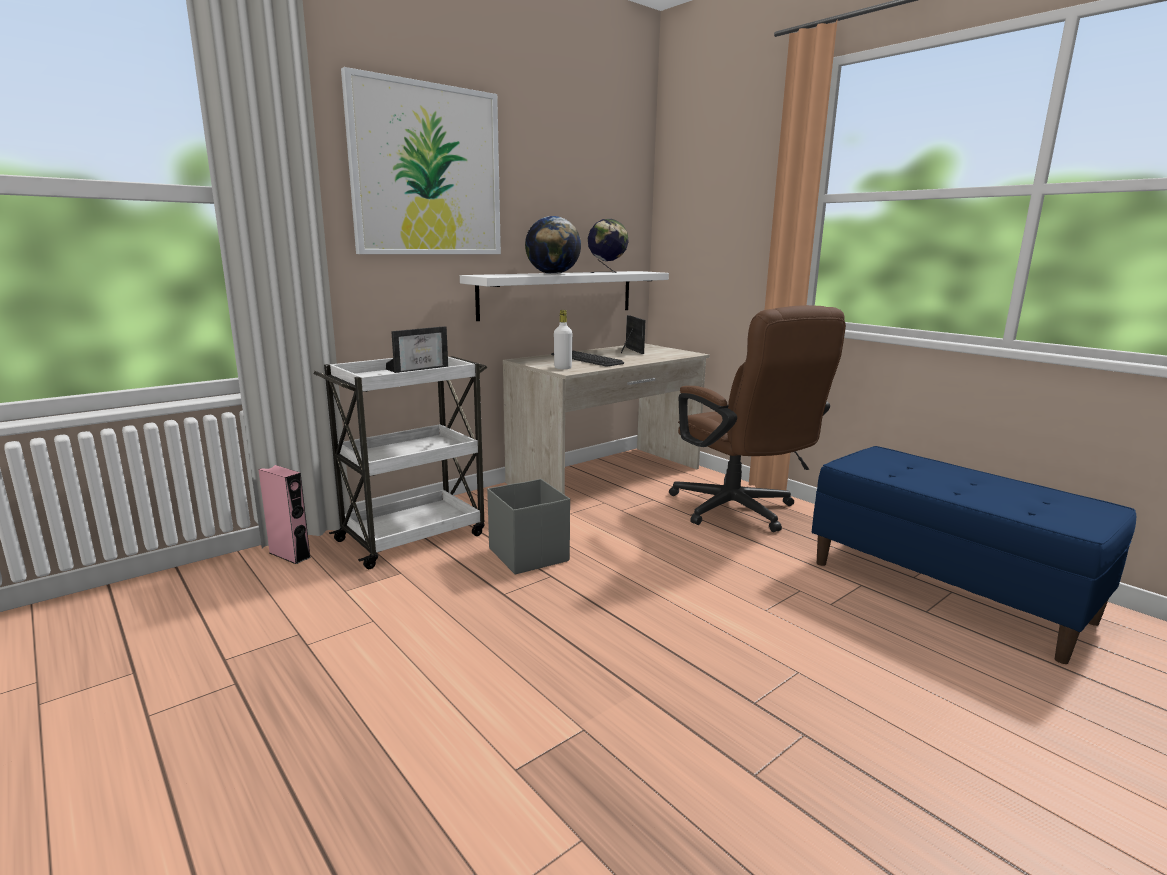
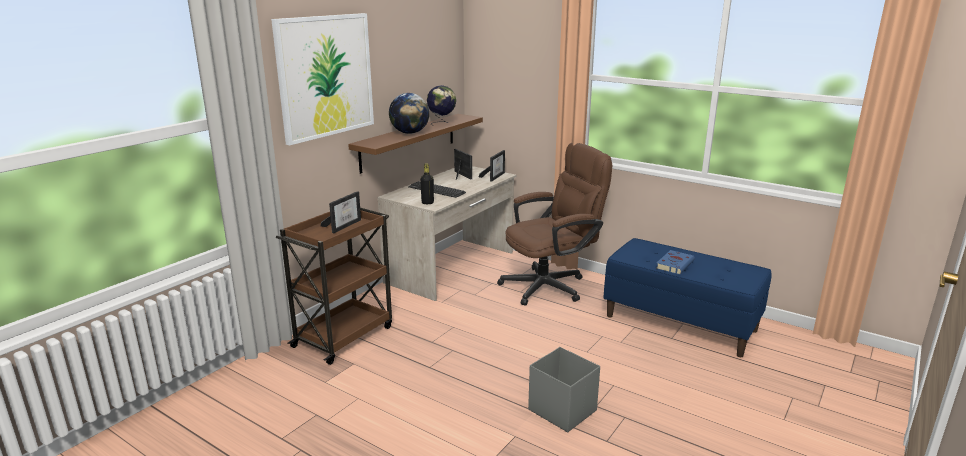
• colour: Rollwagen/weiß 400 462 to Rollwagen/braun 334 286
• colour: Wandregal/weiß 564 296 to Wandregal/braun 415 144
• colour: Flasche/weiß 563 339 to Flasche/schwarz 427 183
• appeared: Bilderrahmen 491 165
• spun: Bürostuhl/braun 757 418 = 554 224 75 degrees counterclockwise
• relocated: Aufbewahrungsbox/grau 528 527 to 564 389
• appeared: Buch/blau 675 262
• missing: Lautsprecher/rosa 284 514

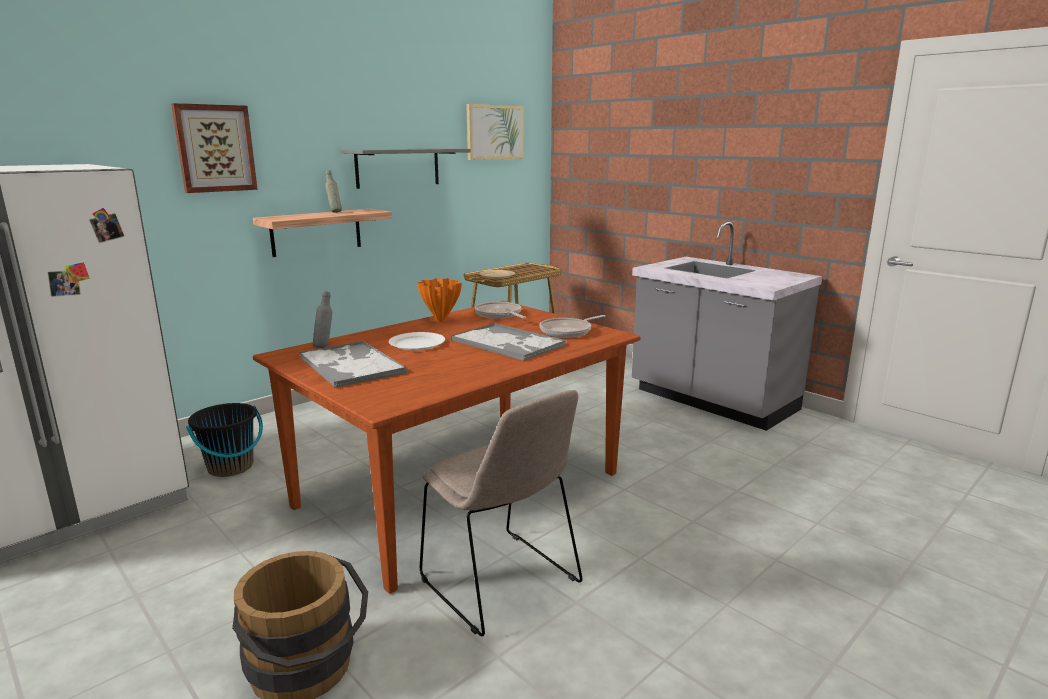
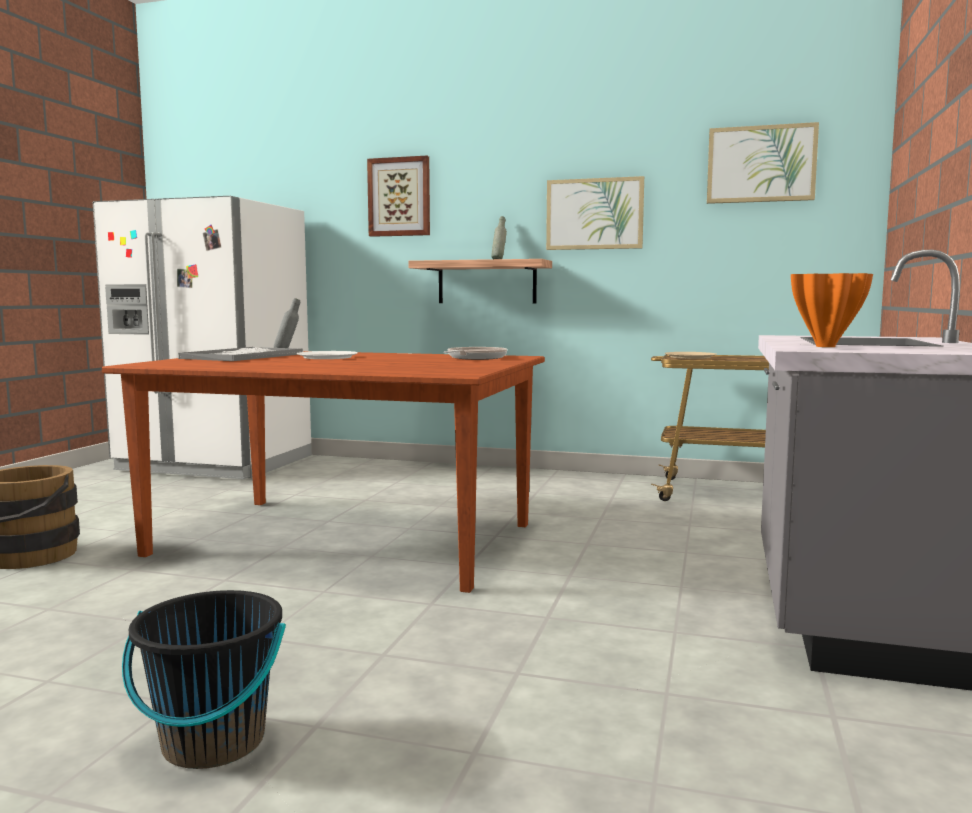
• relocated: Eimer/schwarz 224 440 to 204 679
• exchanged: Wandregal/grau 405 168 to Bild 595 213
• relocated: Vase/orange 439 300 to 832 310
• missing: Stuhl/beige 501 513
• missing: Tablett 509 342
• missing: Pfanne 572 326

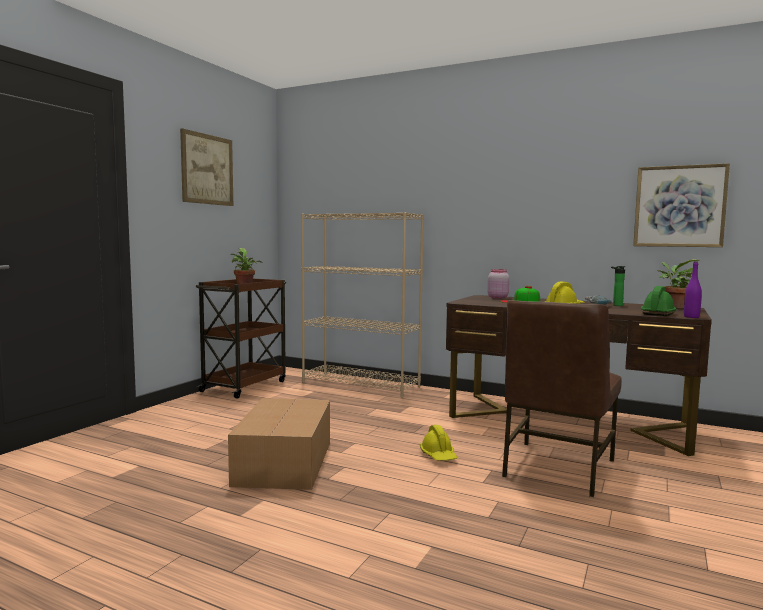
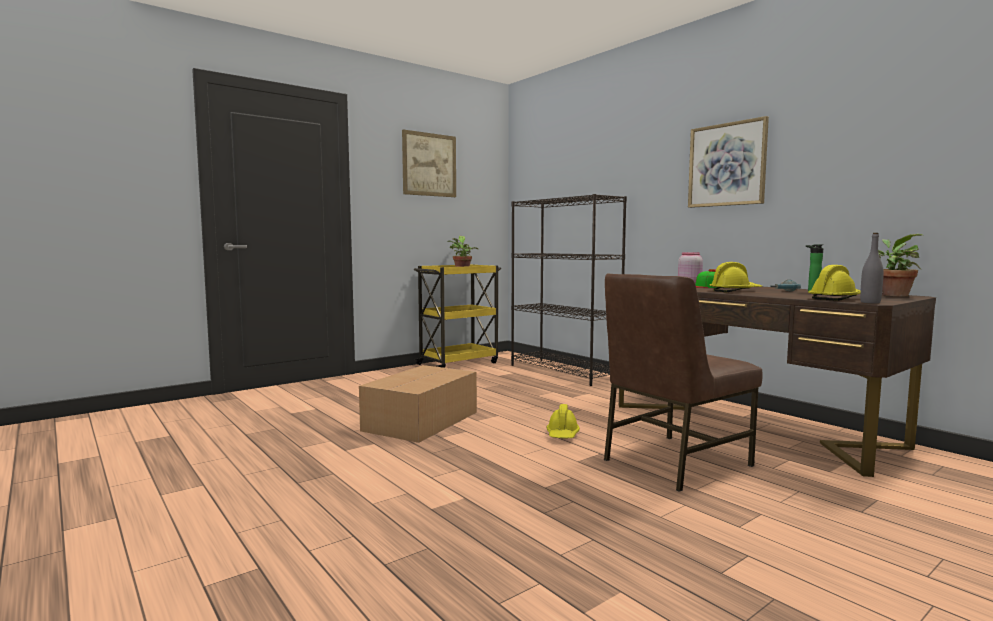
• colour: Rollwagen/braun 241 339 to Rollwagen/gelb 457 316
• colour: Bücherregal/beige 362 305 to Bücherregal/schwarz 569 290
• relocated: Bild 681 205 to 728 162
• colour: Schutzhelm/grün 659 301 to Schutzhelm/gelb 834 283
• colour: Flasche/lila 693 289 to Flasche/grau 872 268

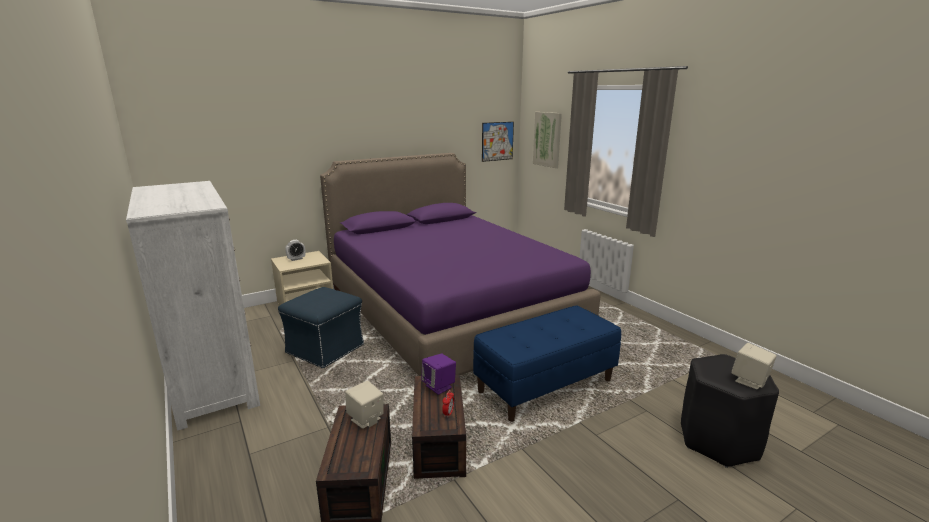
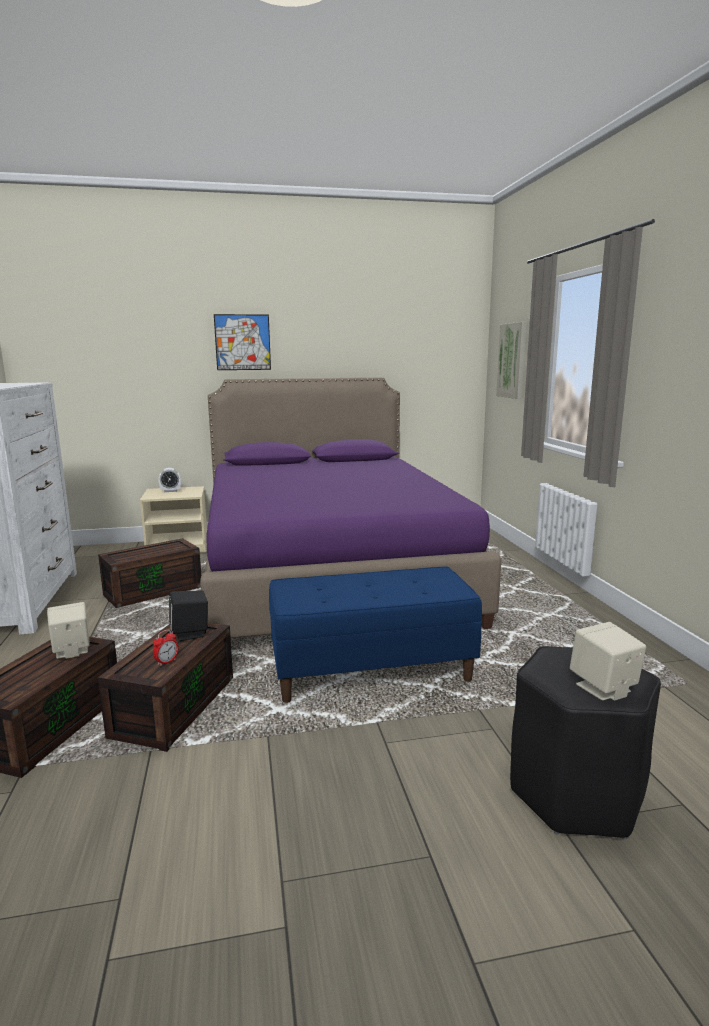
• exchanged: Polsterhocker/blau 321 327 to Aufbewahrungsbox/braun 149 573
• colour: Lautsprecher/lila 438 374 to Lautsprecher/schwarz 188 616
• relocated: Bild 498 142 to 242 342

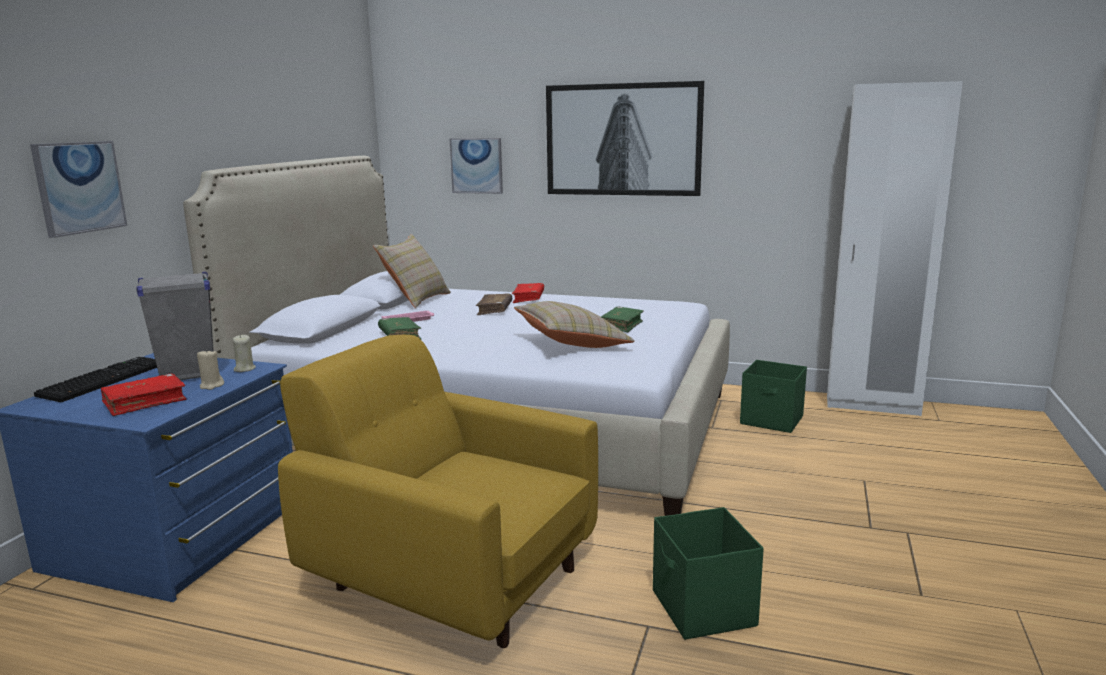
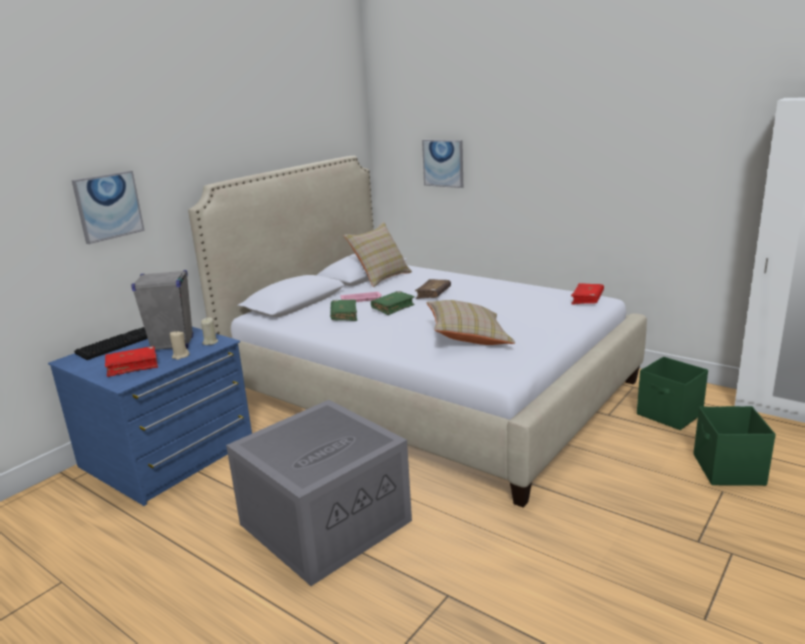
• exchanged: Sessel/gelb 438 491 to Aufbewahrungsbox/grau 319 493
• relocated: Buch/grün 622 319 to 393 303
• relocated: Buch/rot 528 293 to 587 293
• relocated: Aufbewahrungsbox/grün 708 573 to 735 446
• missing: Bild 625 138

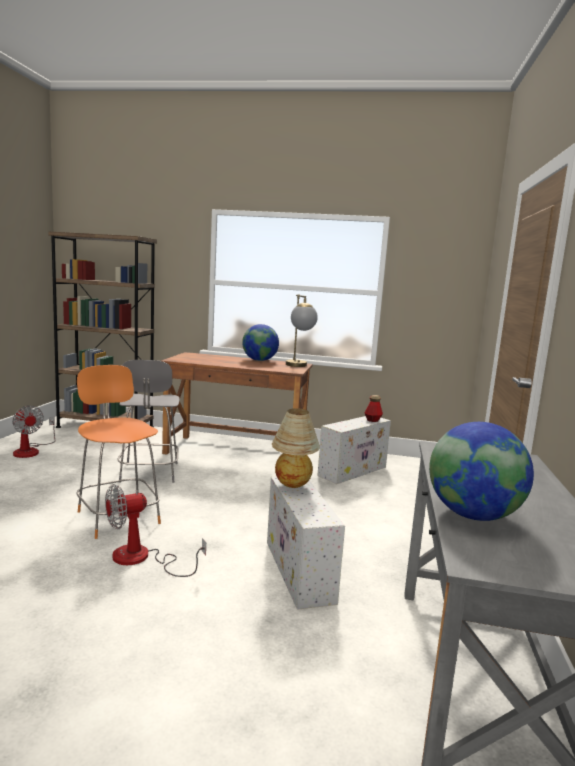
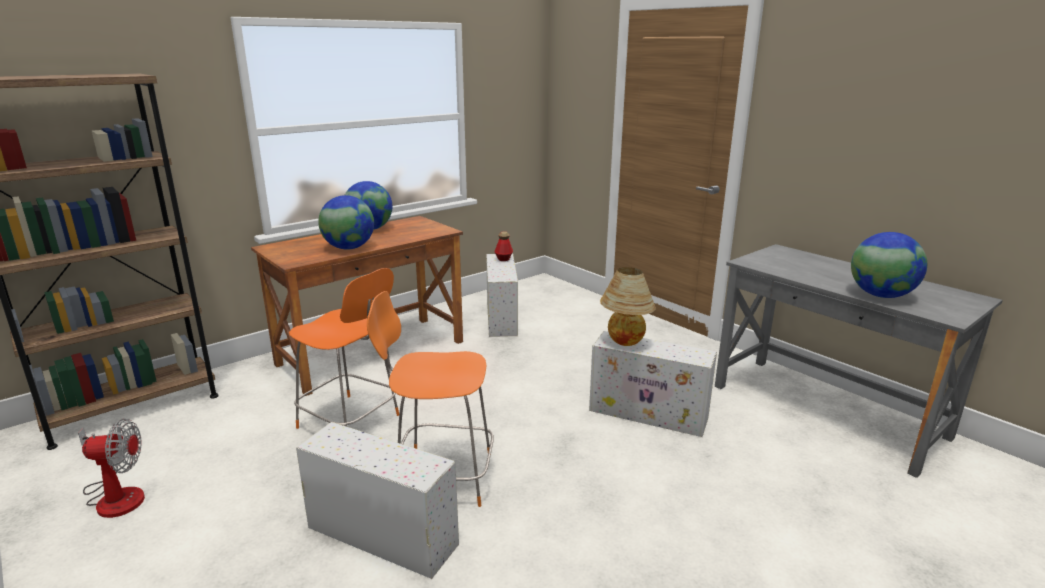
• colour: Stuhl/grau 148 421 to Stuhl/orange 344 348
• appeared: Aufbewahrungsbox/weiß 377 500
• appeared: Globus 346 222
• missing: Ventilator 155 530
• missing: Tischlampe 302 331

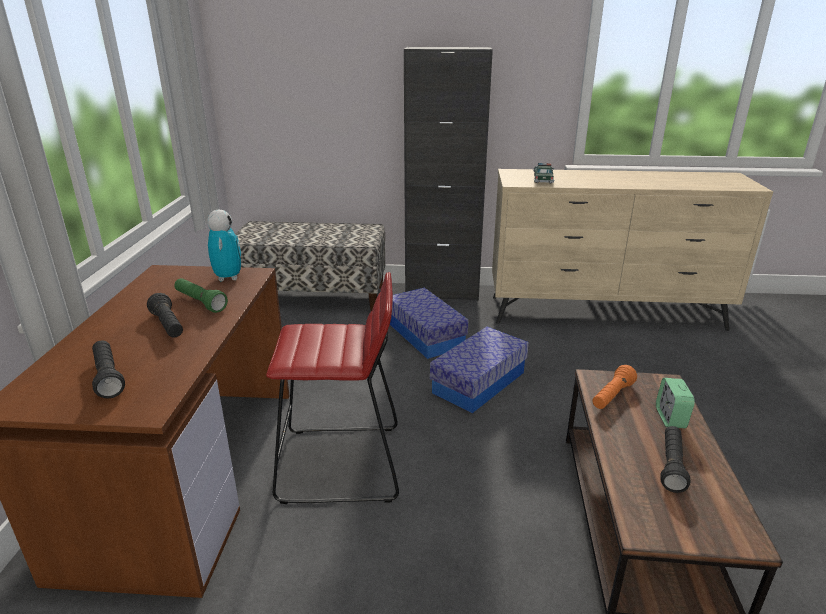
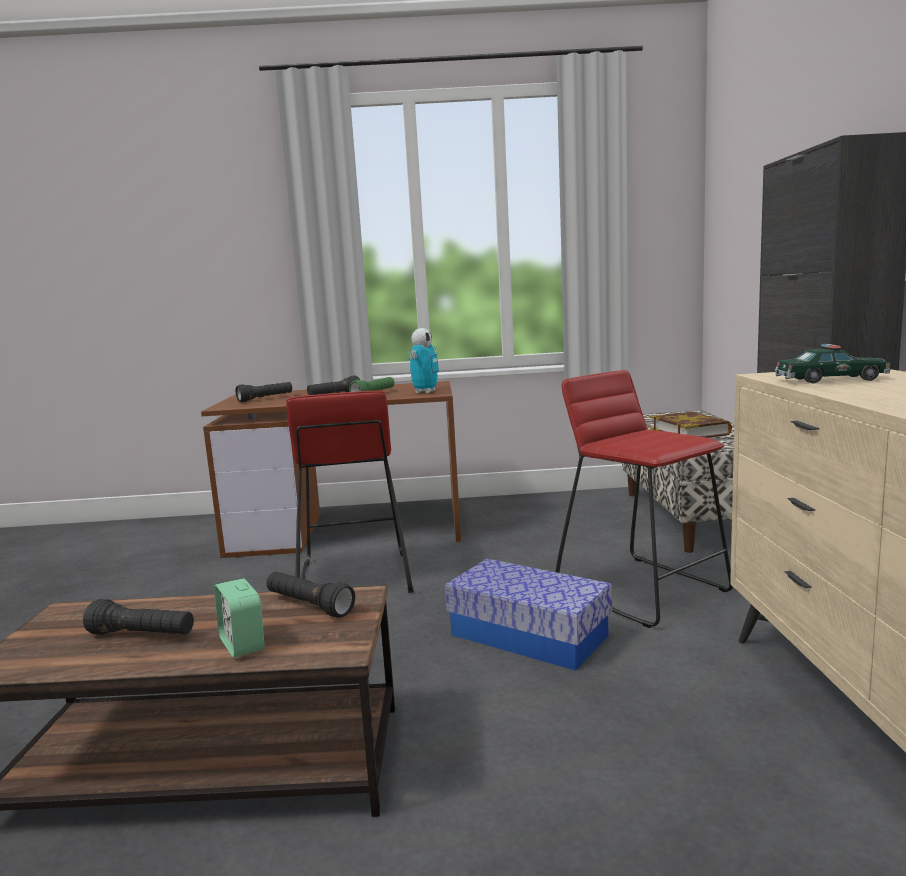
• spun: Wecker 675 403 = 239 618 120 degrees counterclockwise
• colour: Taschenlampe/orange 614 387 to Taschenlampe/schwarz 310 595
• spun: Spielzeugroboter 224 245 = 423 360 45 degrees counterclockwise
• exchanged: Aufbewahrungsbox 429 323 to Hocker/rot 644 499
• appeared: Buch 691 425

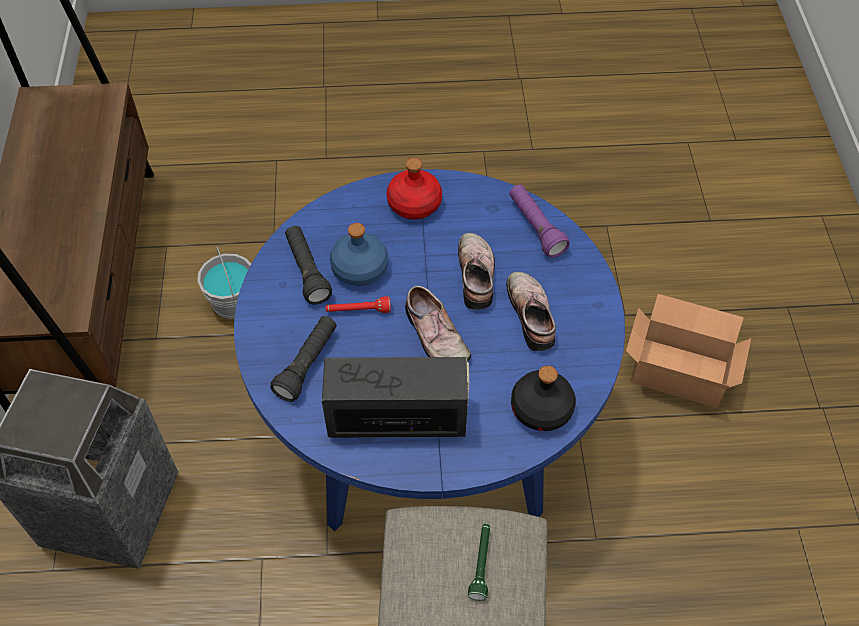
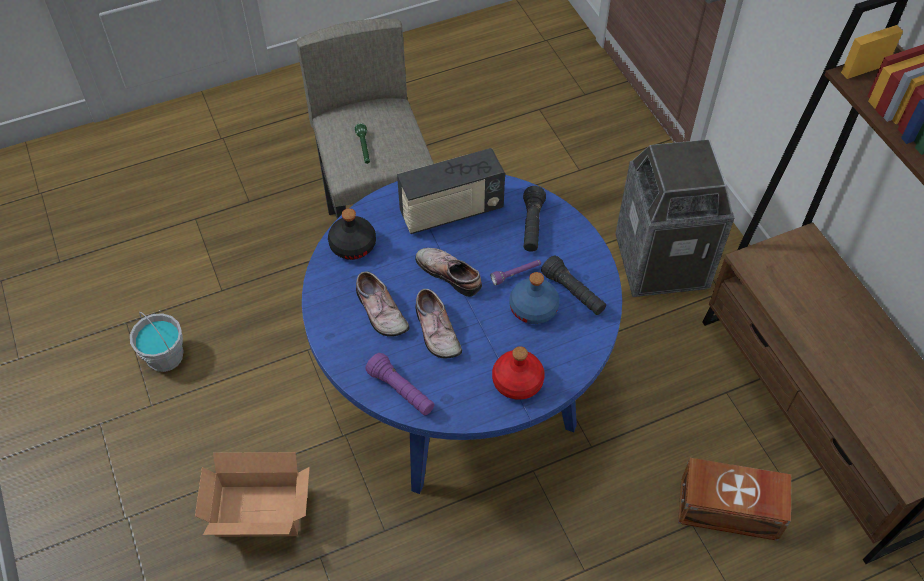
• relocated: Eimer/grau 224 283 to 157 342
• colour: Taschenlampe/rot 358 304 to Taschenlampe/lila 515 272
• appeared: Aufbewahrungsbox/braun 734 499

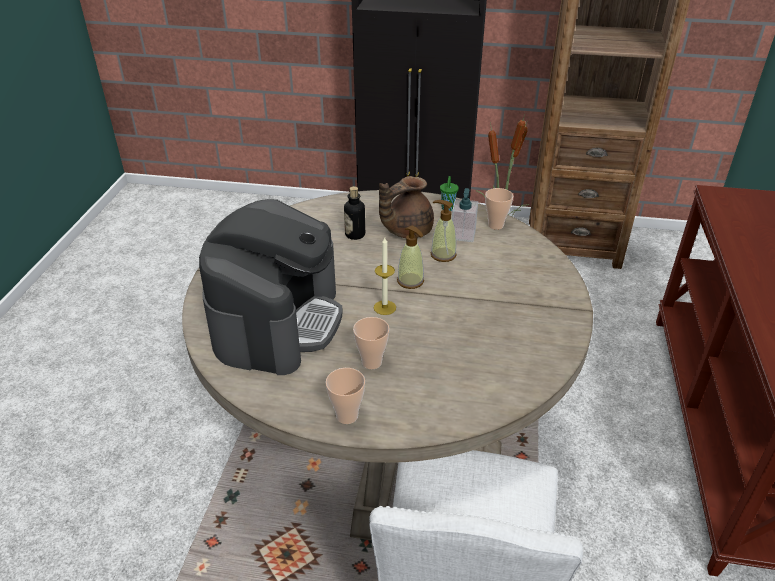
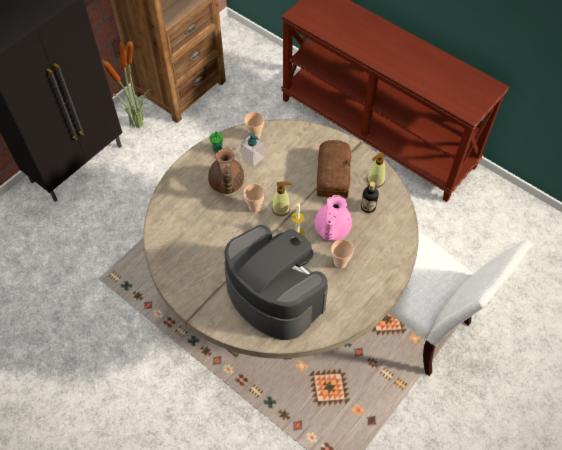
• relocated: Tasse 345 396 to 254 198
• appeared: Teekanne/rosa 333 218
• appeared: Brot 333 169
• relocated: Flasche 354 213 to 370 197
• relocated: Seifenspender 444 231 to 376 170

